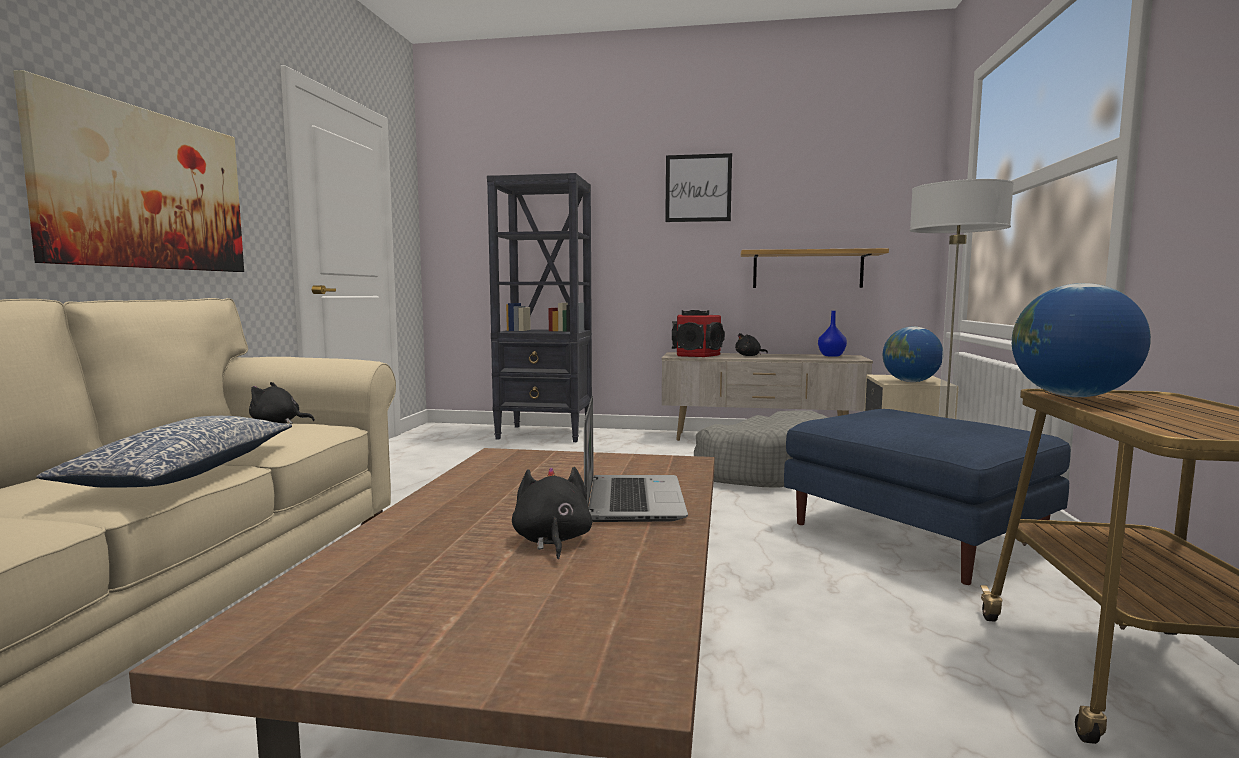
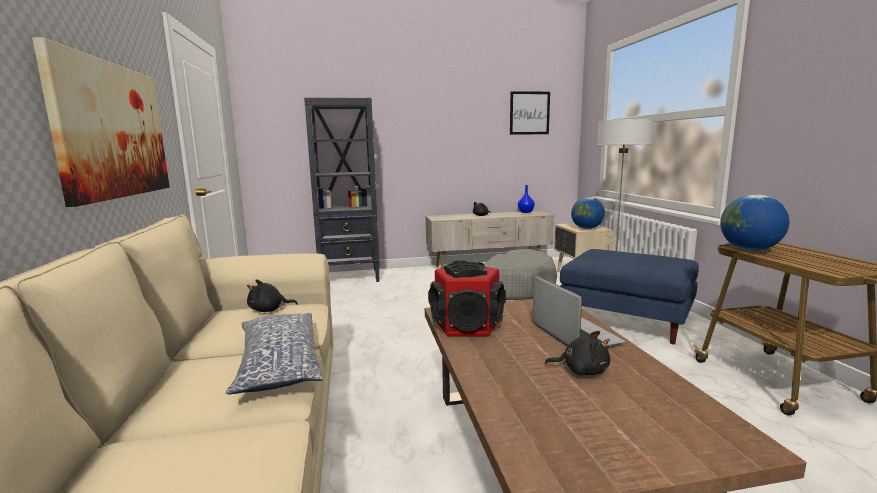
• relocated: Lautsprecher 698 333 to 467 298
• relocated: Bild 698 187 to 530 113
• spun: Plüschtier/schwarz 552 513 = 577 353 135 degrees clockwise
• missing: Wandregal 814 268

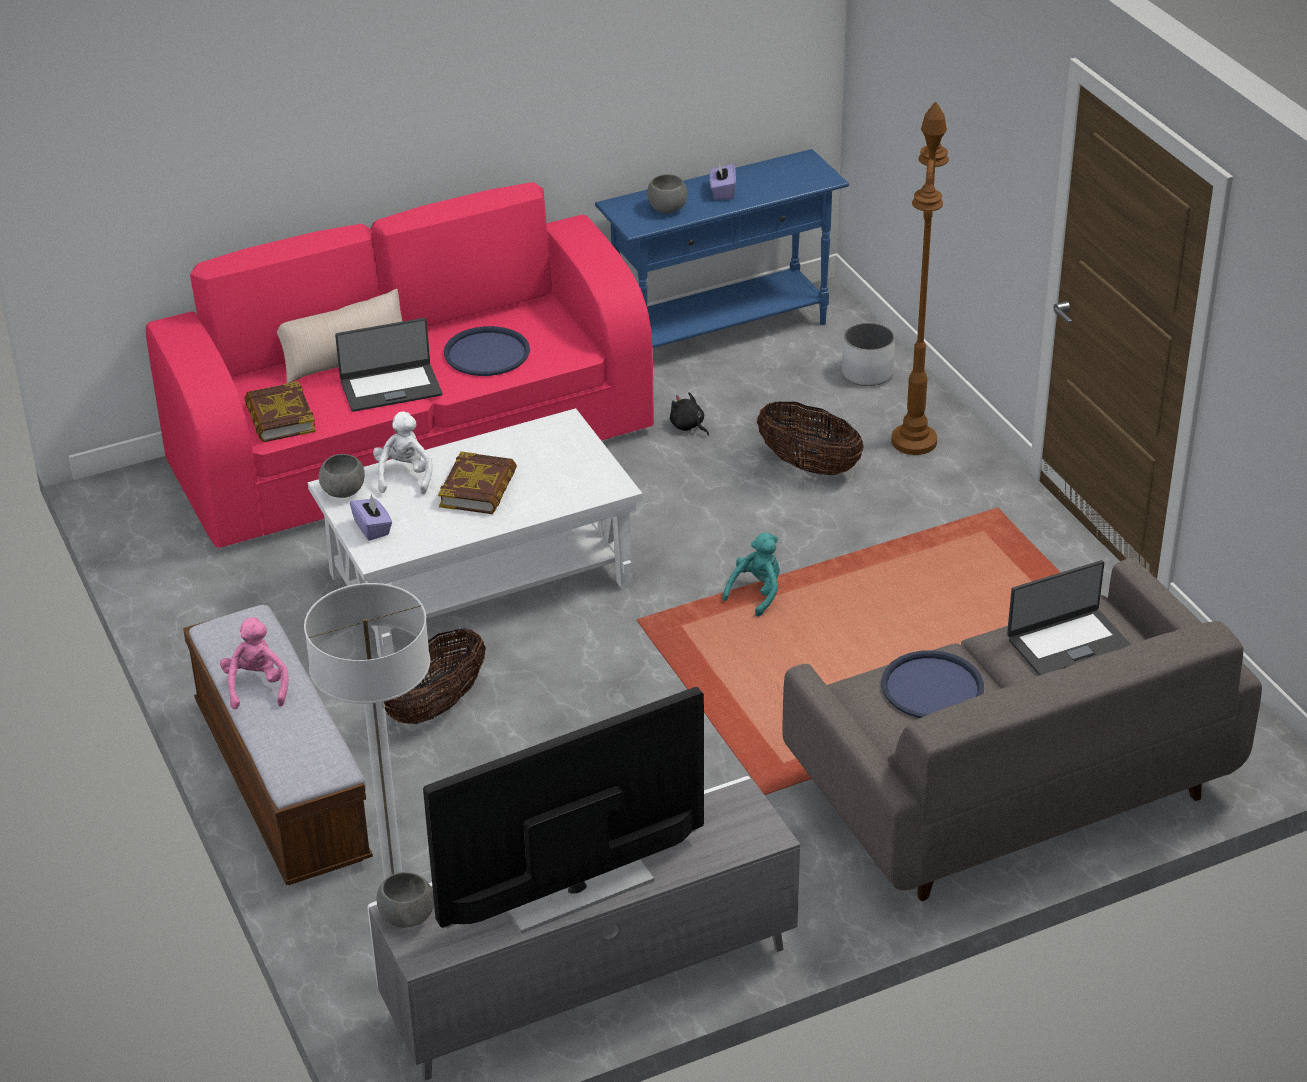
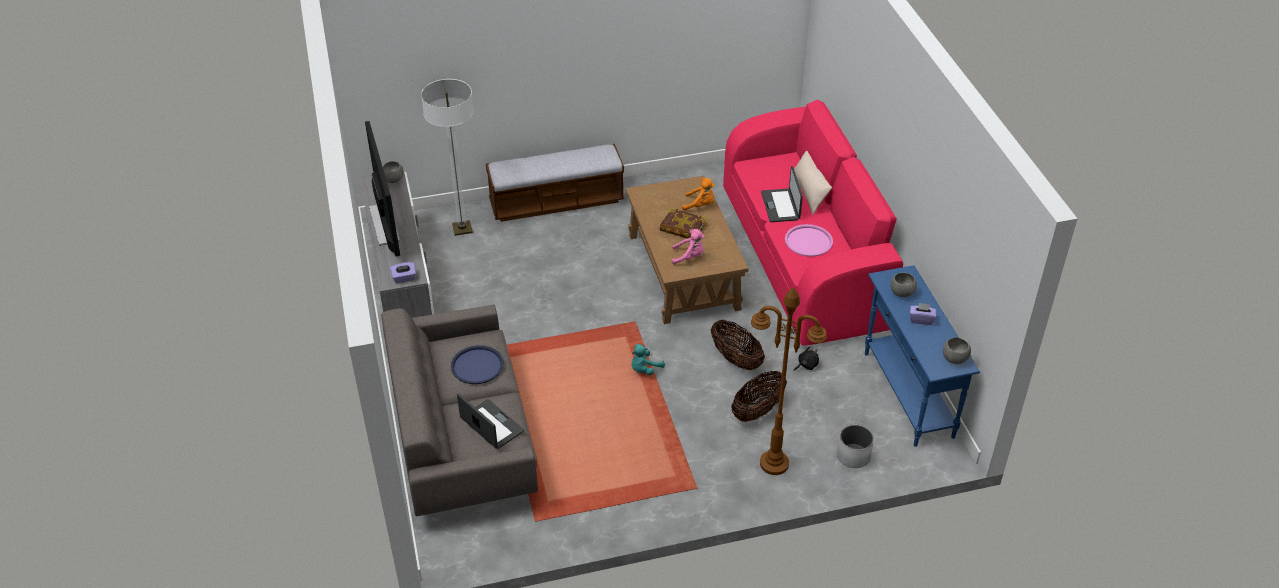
• relocated: Taschentuchbox/lila 371 517 to 403 272
• spun: Laptop 1069 617 = 490 421 150 degrees clockwise
• colour: Couchtisch/weiß 475 533 to Couchtisch/braun 687 250
• spun: Plüschtier/türkis 751 575 = 648 359 90 degrees clockwise
• relocated: Plüschtier/rosa 254 663 to 688 247
• colour: Plüschtier/weiß 403 452 to Plüschtier/orange 698 194
• relocated: Korb 435 676 to 738 345
• colour: Tablett/blau 487 351 to Tablett/rosa 809 240
• relocated: Schüssel/grau 342 476 to 957 350
• missing: Buch 280 411

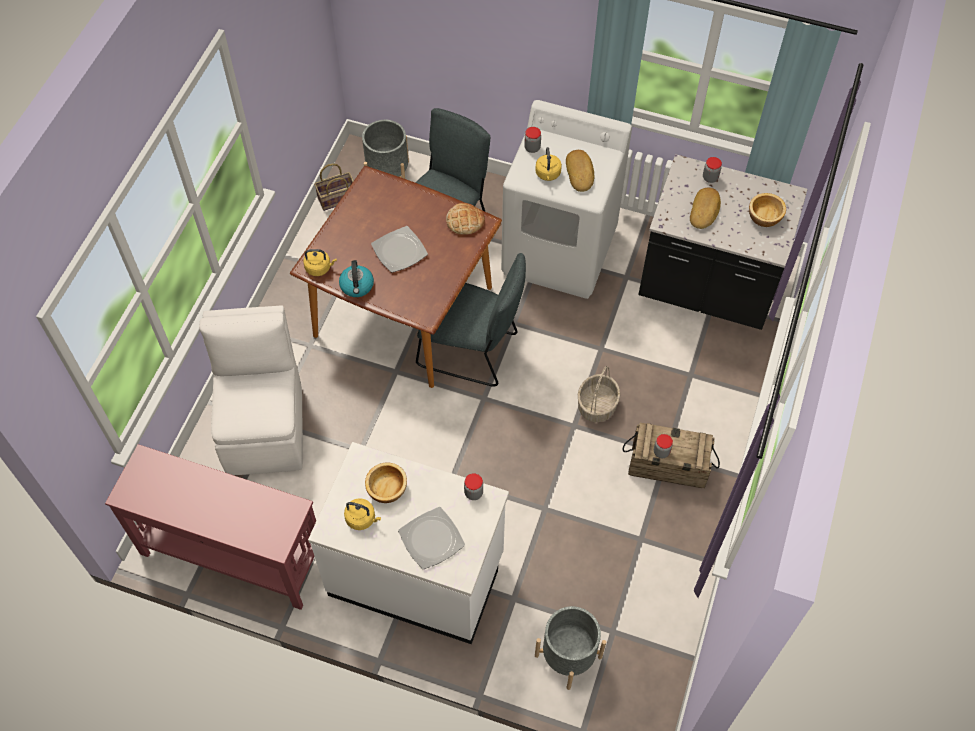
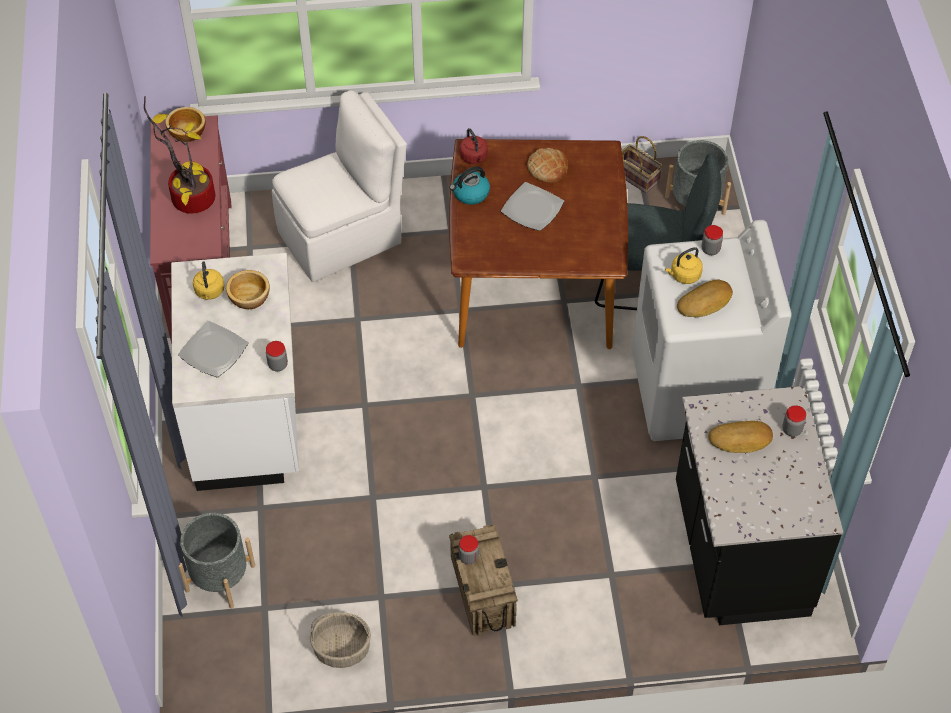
• appeared: Topfpflanze 180 155
• relocated: Schüssel 767 210 to 185 124
• relocated: Korb 599 394 to 340 640
• colour: Wasserkessel/gelb 320 262 to Wasserkessel/rot 474 146
• relocated: Brot 465 219 to 548 165
• missing: Stuhl/grau 471 320

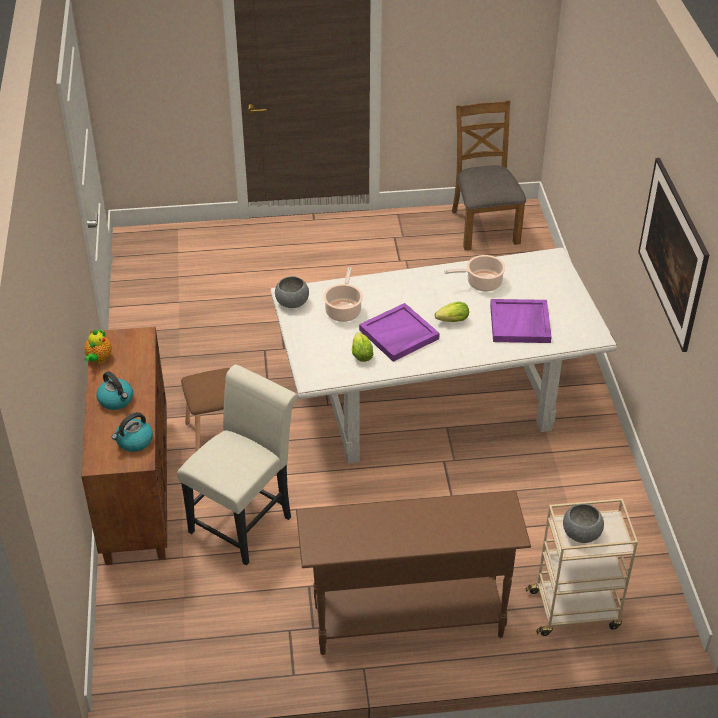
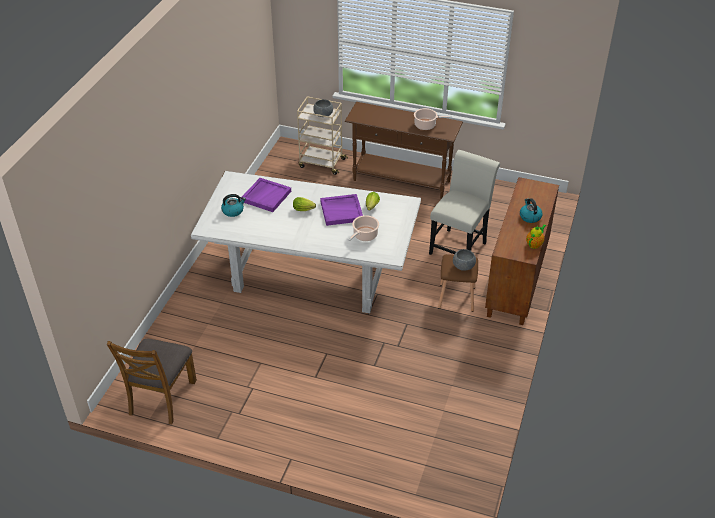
• relocated: Wasserkessel 132 432 to 233 205
• relocated: Kochtopf 474 273 to 433 119
• spun: Stuhl/weiß 237 465 = 464 202 150 degrees clockwise
• relocated: Schüssel/grau 292 292 to 464 260
• missing: Bild 673 255

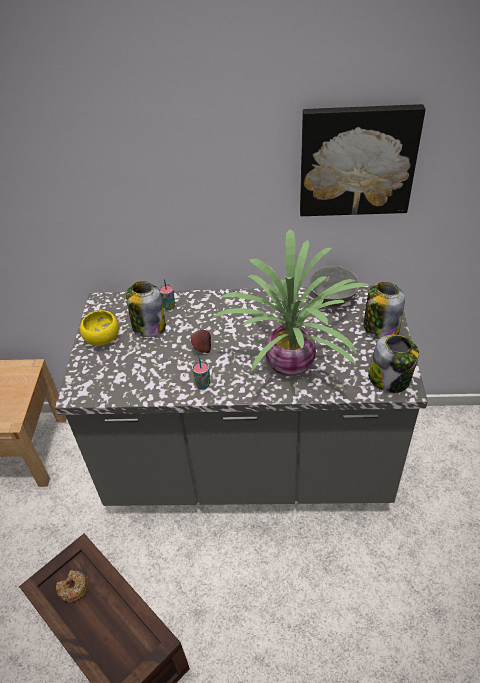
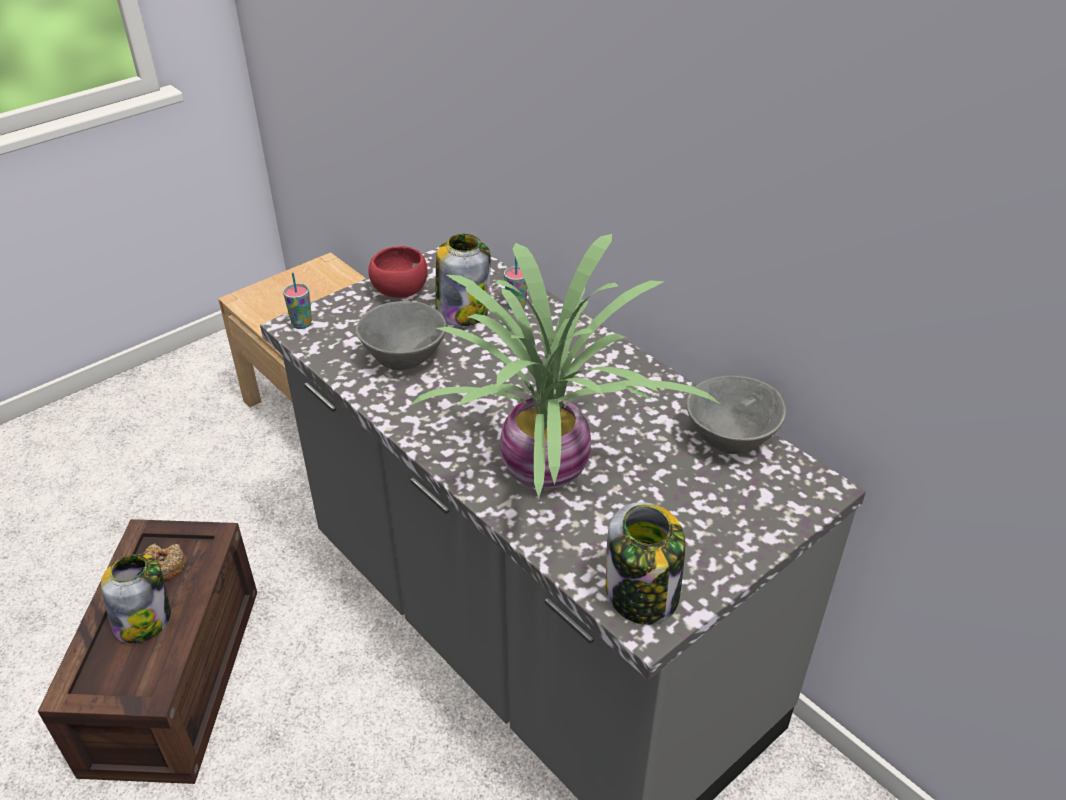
• relocated: Vorratsglas 384 310 to 136 598
• relocated: Tasse 201 373 to 297 300
• appeared: Schüssel/grau 401 335
• colour: Schüssel/gelb 99 328 to Schüssel/rot 398 272
• missing: Apfel 201 341
• missing: Bild 362 160

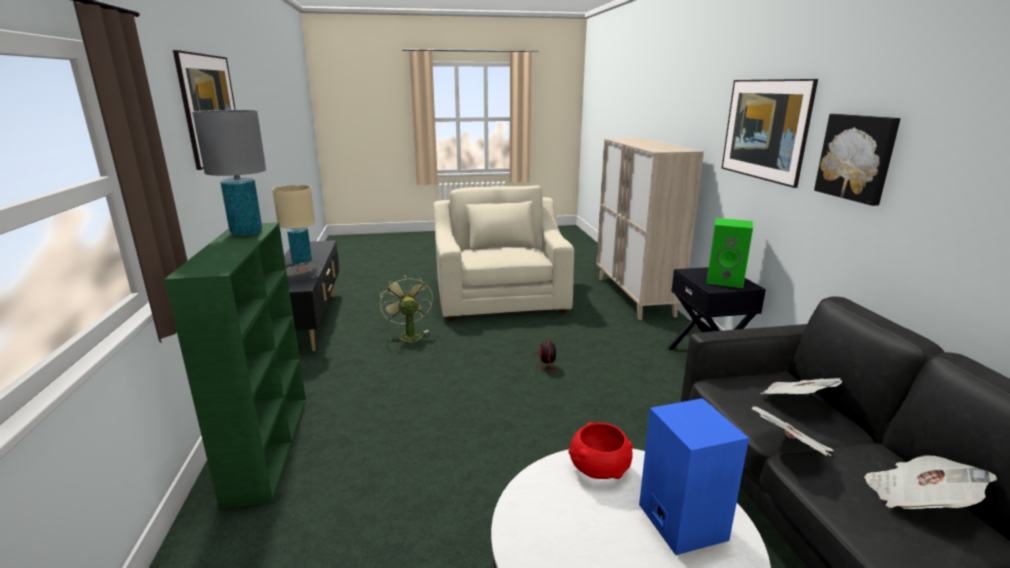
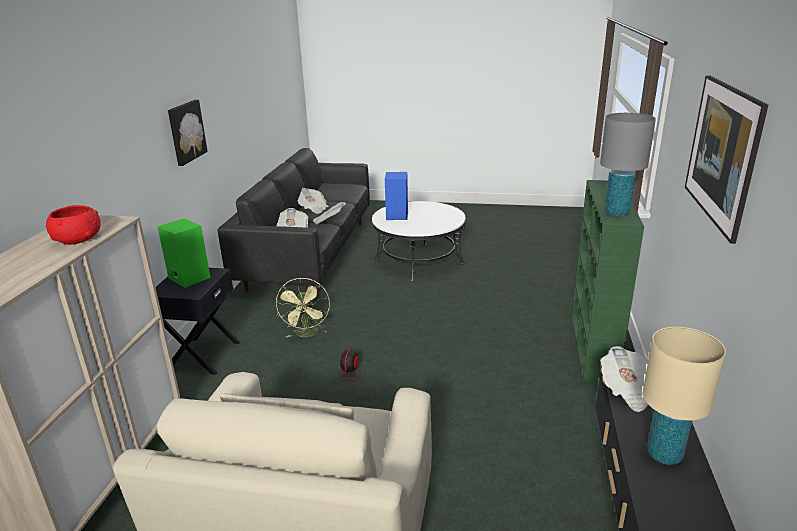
• relocated: Schüssel/rot 600 450 to 73 225
• relocated: Ventilator/grün 406 311 to 302 308
• missing: Bild 769 133

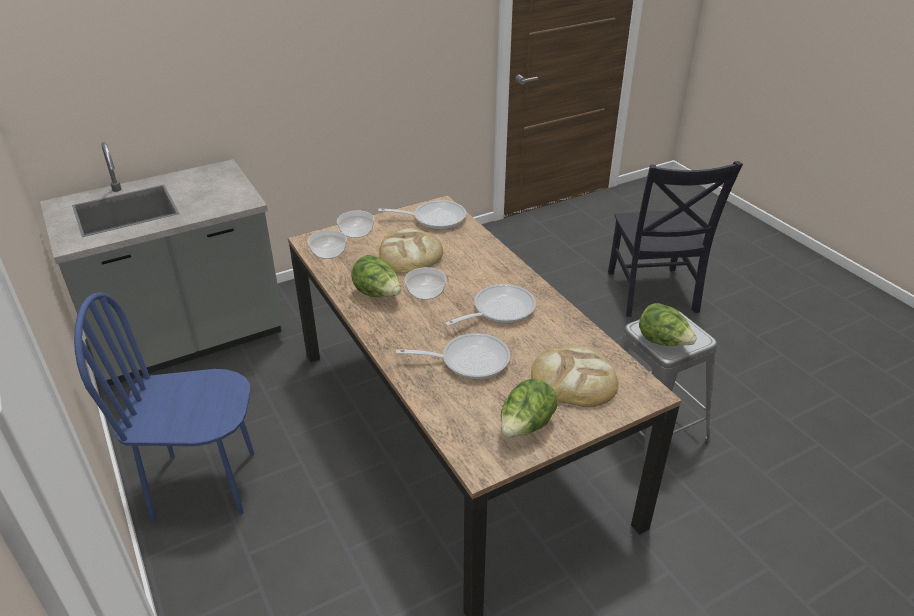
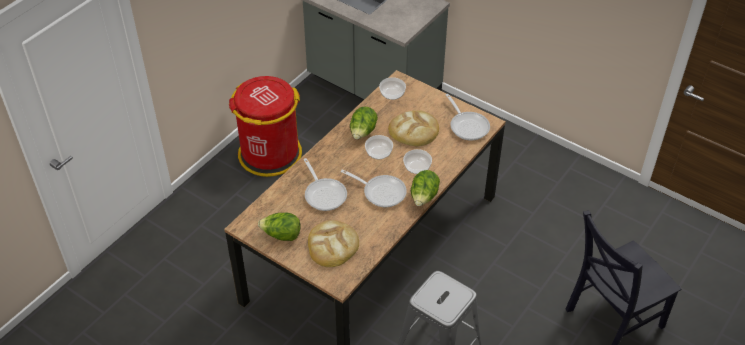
• exchanged: Stuhl/blau 164 407 to Mülleimer/rot 265 126
• relocated: Schüssel 355 224 to 417 161
• relocated: Salatkopf 668 324 to 425 188

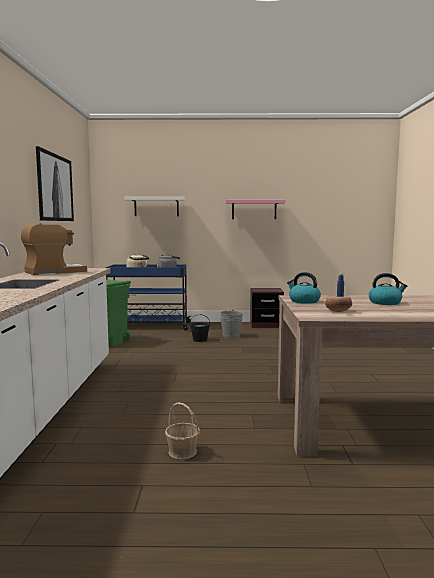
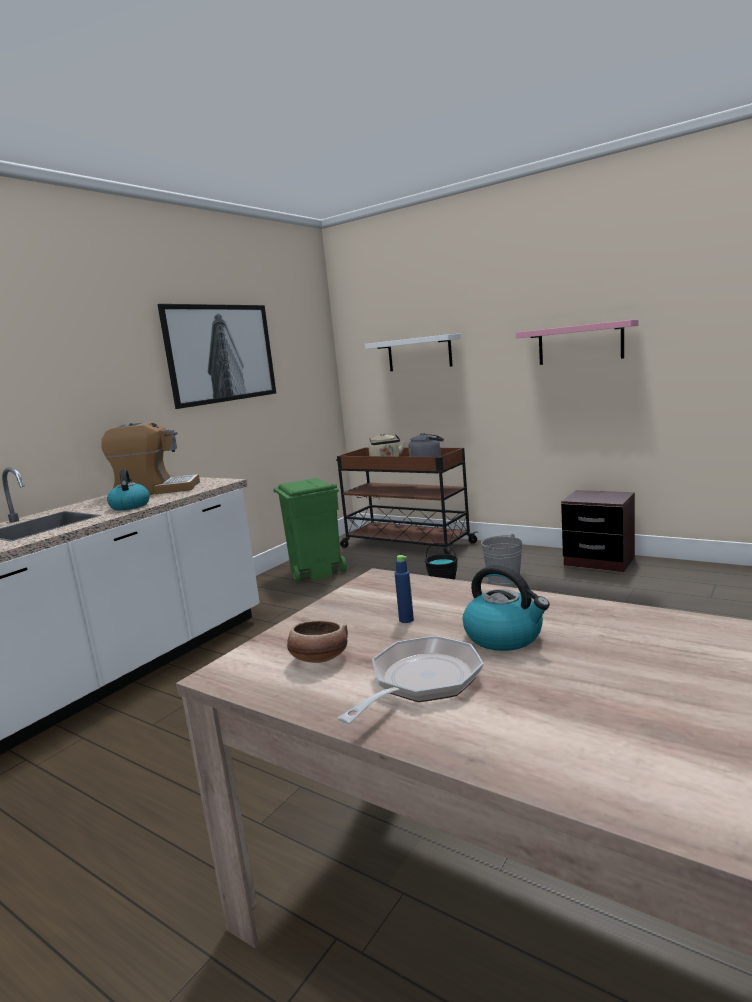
• relocated: Wasserkessel 304 288 to 128 489
• colour: Rollwagen/blau 148 297 to Rollwagen/braun 407 500
• appeared: Pfanne 410 680
• missing: Korb 182 430

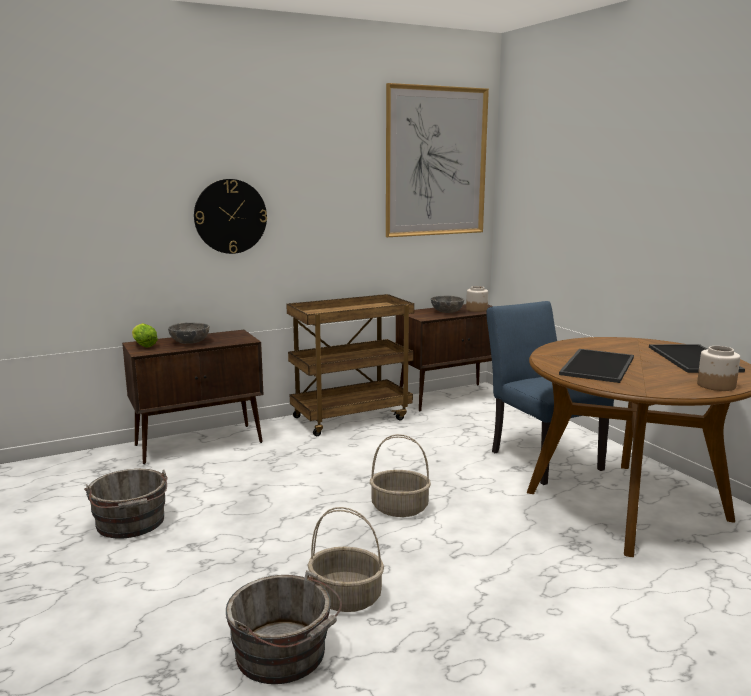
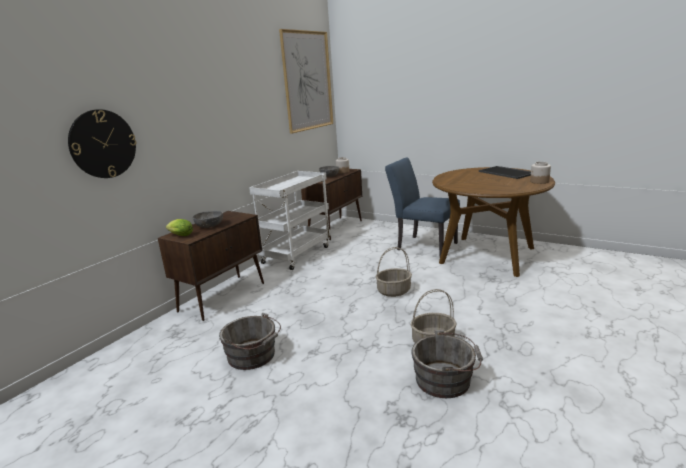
• relocated: Wanduhr 230 216 to 102 143
• colour: Rollwagen/braun 350 365 to Rollwagen/weiß 290 220
• missing: Tablett 596 366

